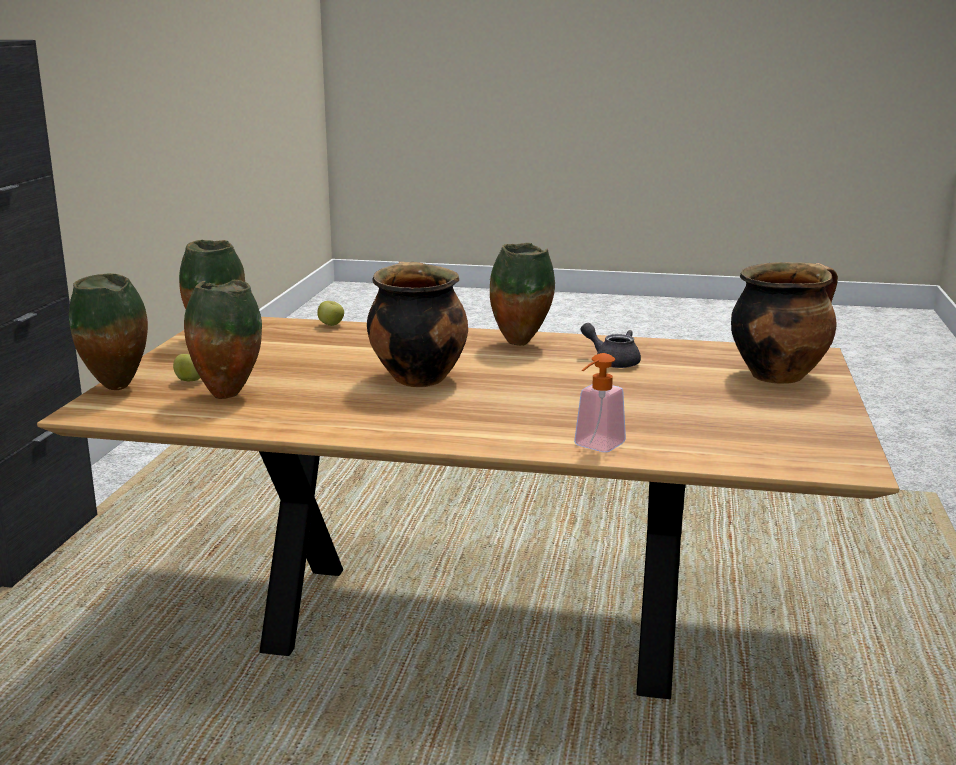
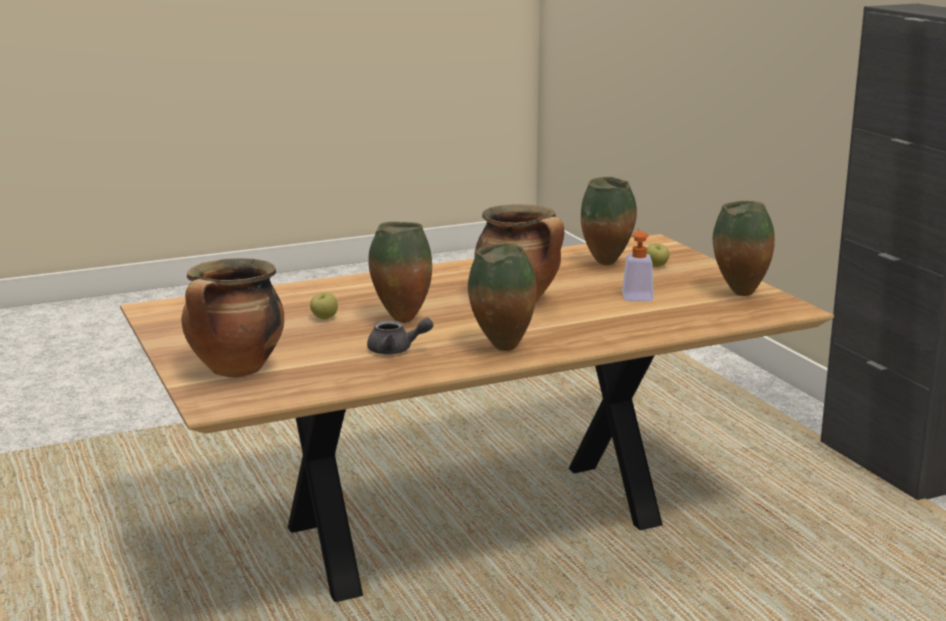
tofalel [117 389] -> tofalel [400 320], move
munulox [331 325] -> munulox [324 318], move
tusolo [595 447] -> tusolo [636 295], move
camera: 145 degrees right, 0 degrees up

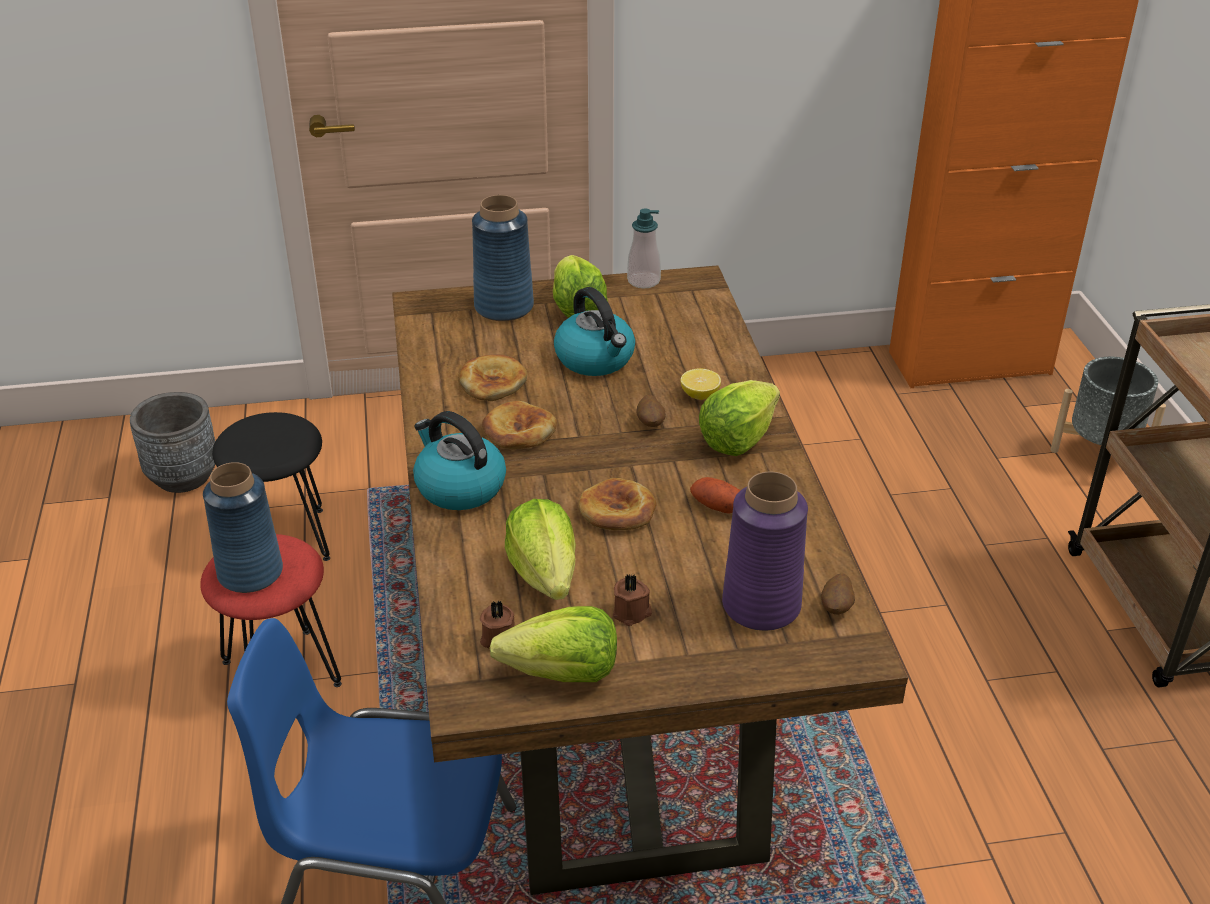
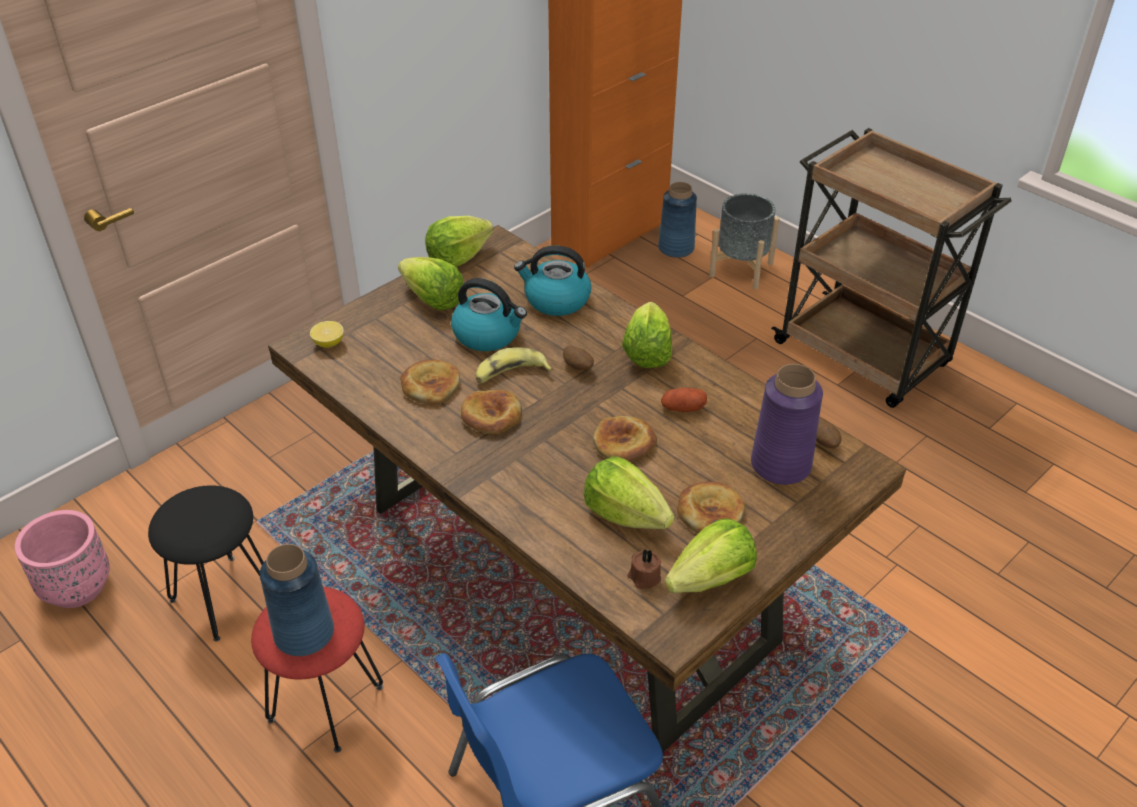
none -> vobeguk [510 374]
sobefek [459 487] -> sobefek [556 300], move
blue_tofalel [503 307] -> blue_tofalel [676 248], move
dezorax [700 395] -> dezorax [329 343], move
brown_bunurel [632 613] -> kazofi [710 512]
tusolo [643 281] -> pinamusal [458 258]
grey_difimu [183 476] -> pink_difimu [77 588]
camera: 35 degrees left, 5 degrees up

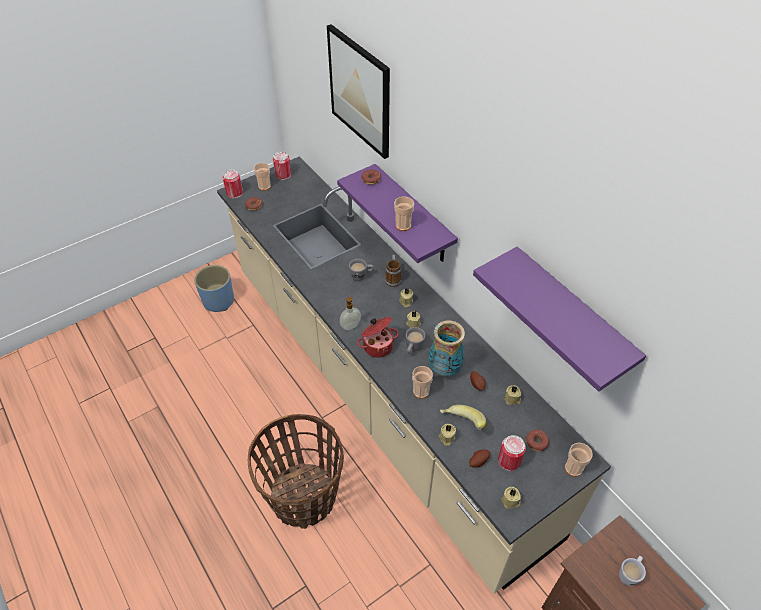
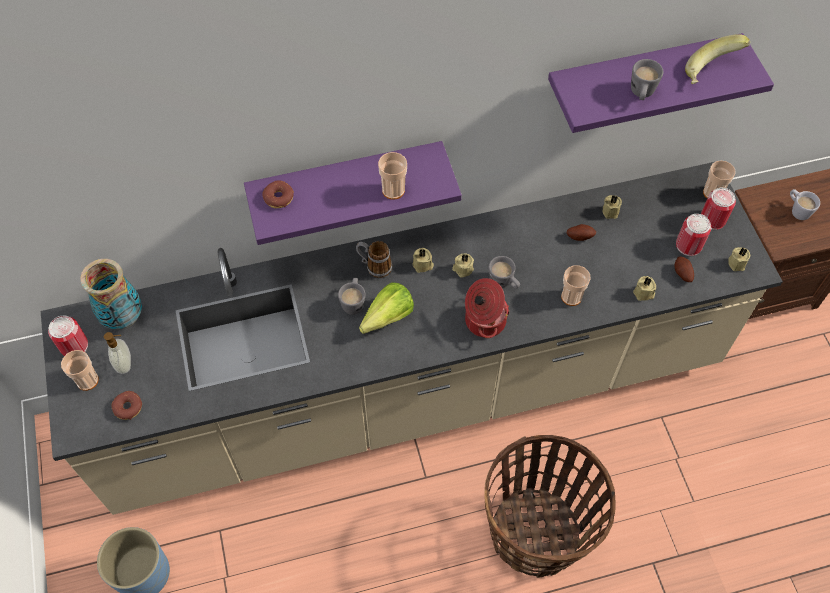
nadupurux [360 91] -> none
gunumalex [536 442] -> none
none -> pinamusal [383 320]
none -> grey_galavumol [641 94]
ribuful [234 193] -> ribuful [713 219], move
tusolo [351 326] -> tusolo [125 364], move
tofalel [444 369] -> tofalel [124 318], move
vobeguk [461 424] -> vobeguk [711 73], move
camera: 70 degrees left, 10 degrees up

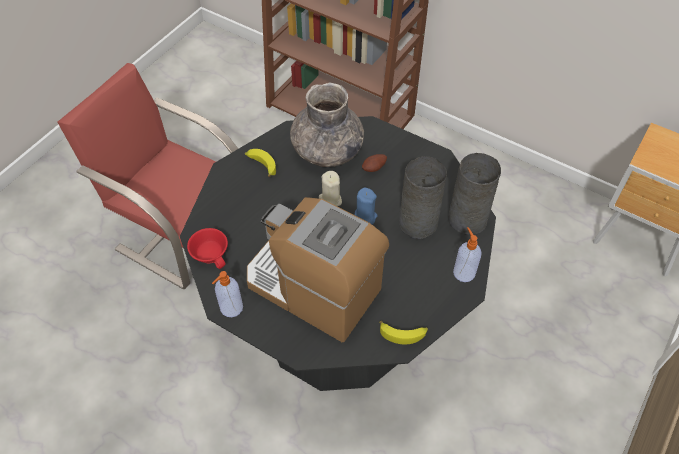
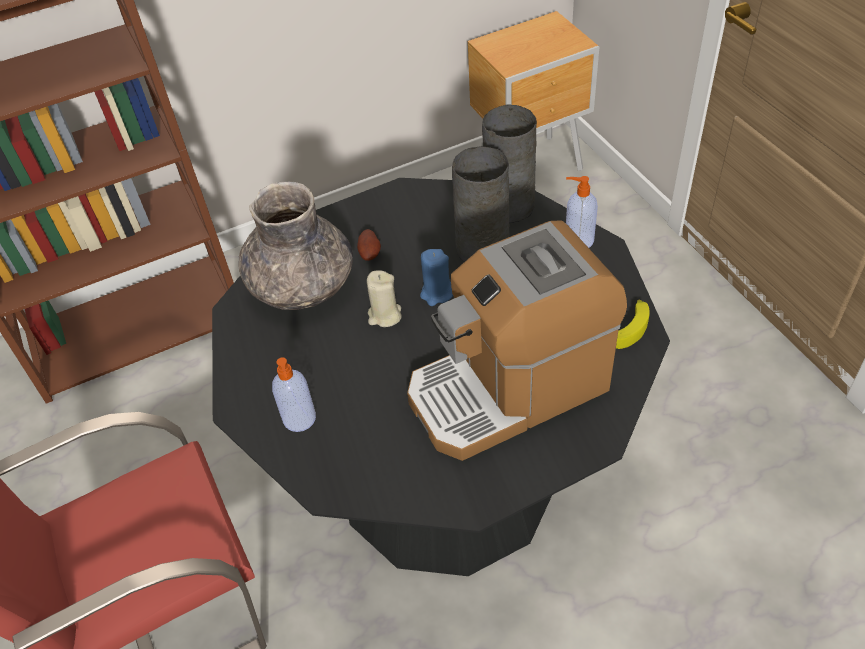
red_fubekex [212 254] -> none
vobeguk [261 165] -> none
tusolo [231 308] -> tusolo [299 419], move
camera: 55 degrees left, 5 degrees down

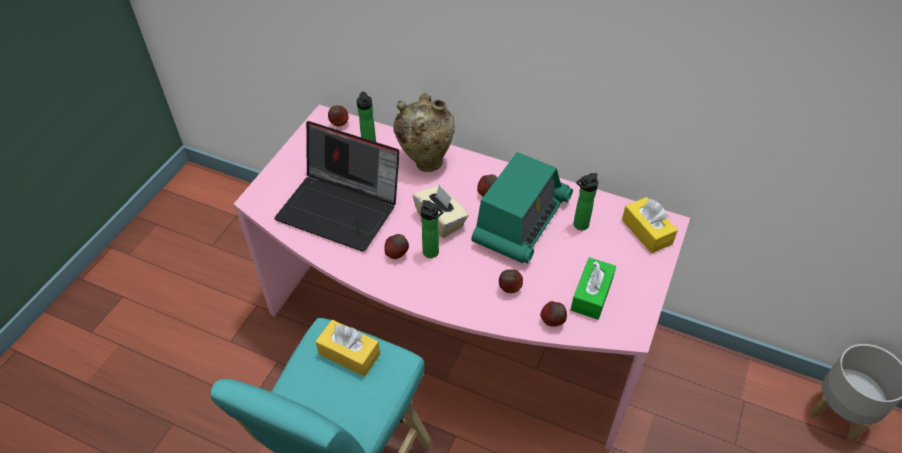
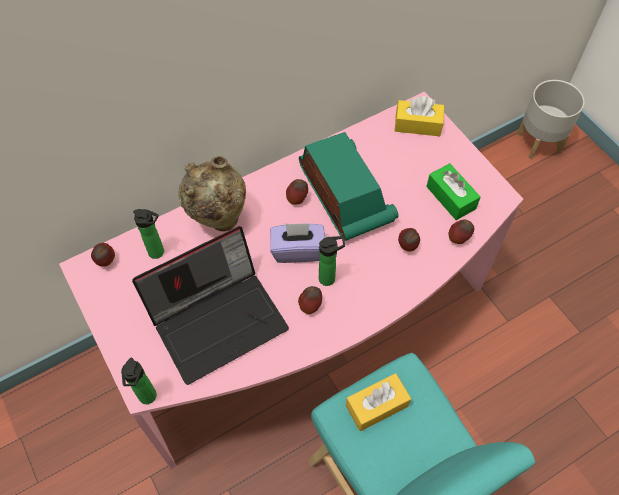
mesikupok [579 226] -> mesikupok [147 398], move
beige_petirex [441 220] -> purple_petirex [298 250]
camera: 55 degrees left, 10 degrees up

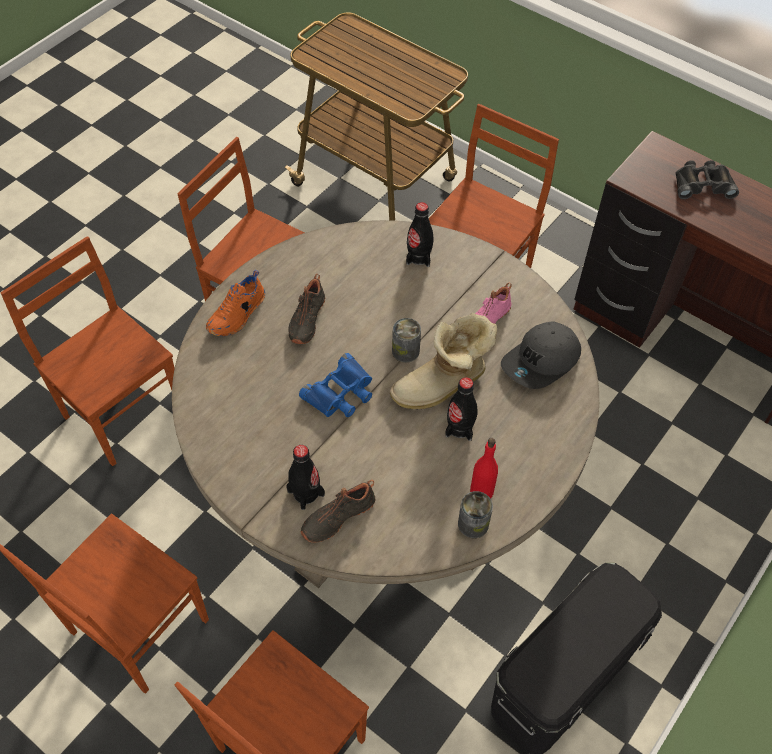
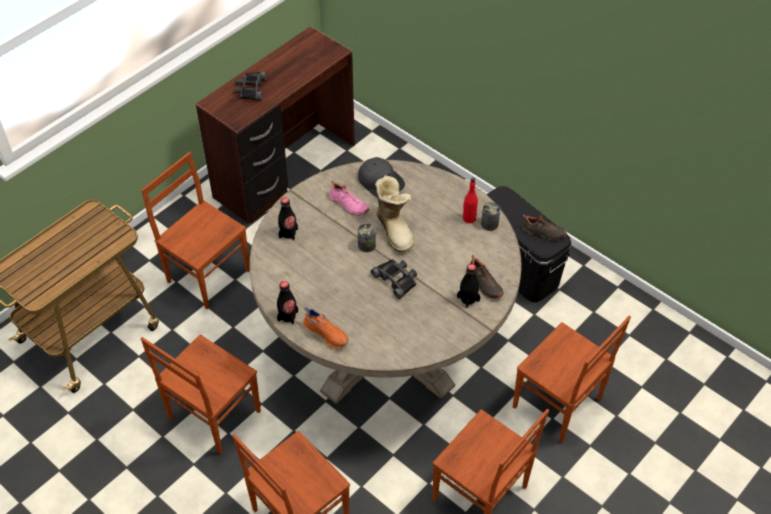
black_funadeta [305 319] -> black_funadeta [543 233], move
black_mesikupok [459 428] -> black_mesikupok [287 316], move
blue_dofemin [341 393] -> black_dofemin [396 279]
camera: 85 degrees left, 5 degrees down

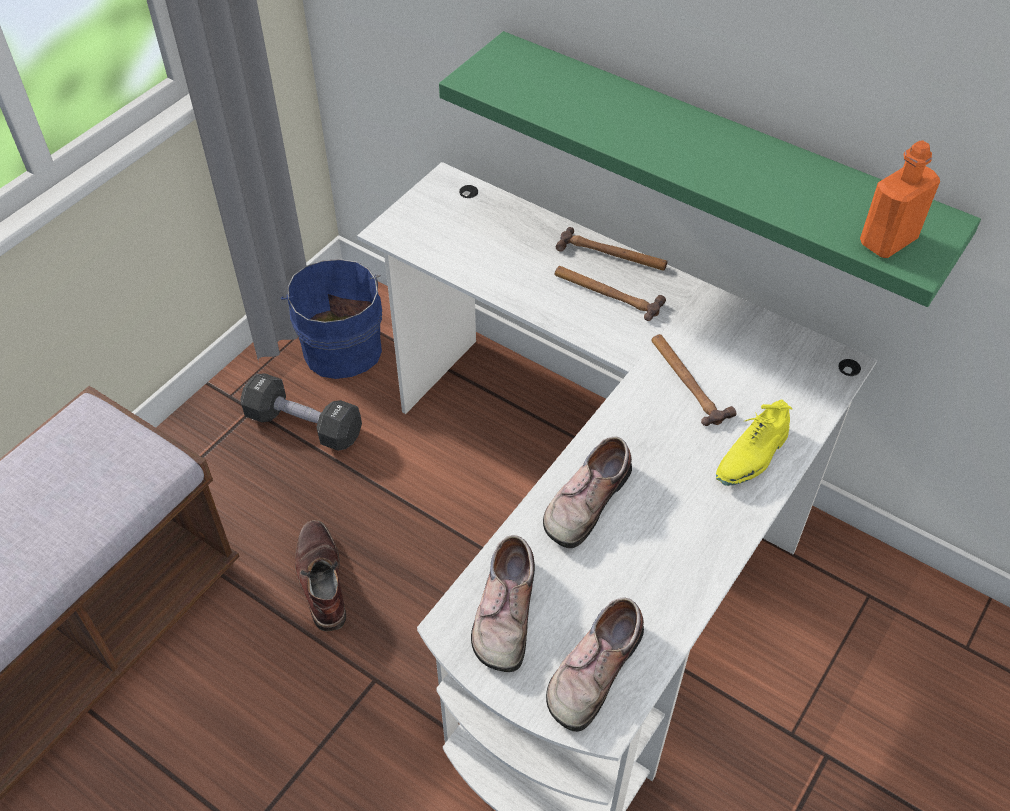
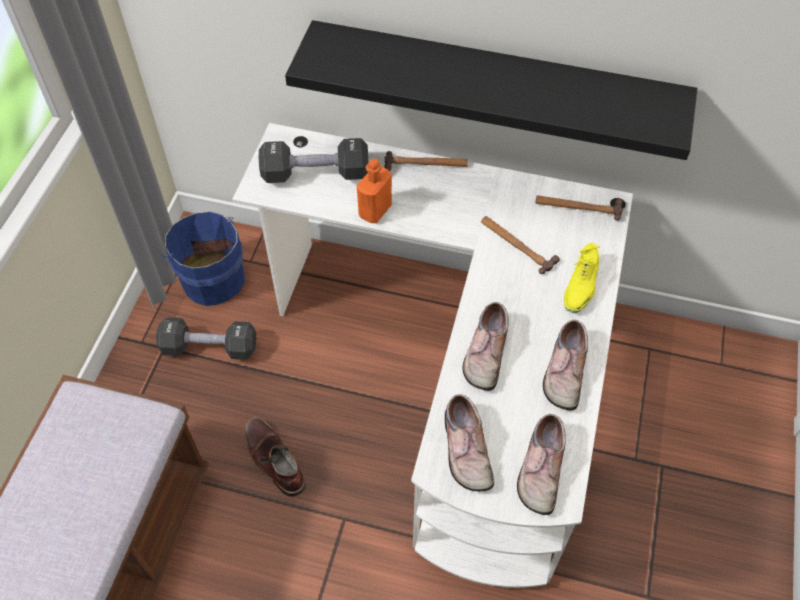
none -> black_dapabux [315 174]
none -> funadeta [563 371]
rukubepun [607 293] -> rukubepun [578 207], move
orange_mesikupok [887 241] -> orange_mesikupok [375 211], move
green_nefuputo [714 157] -> black_nefuputo [495 81]
camera: 20 degrees left, 5 degrees up

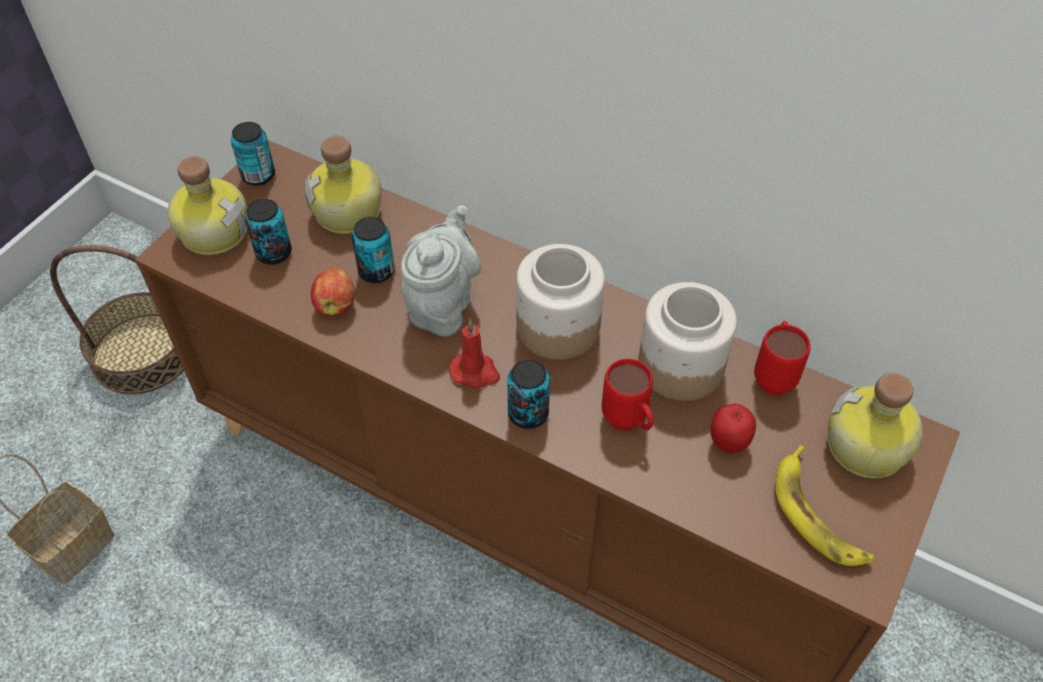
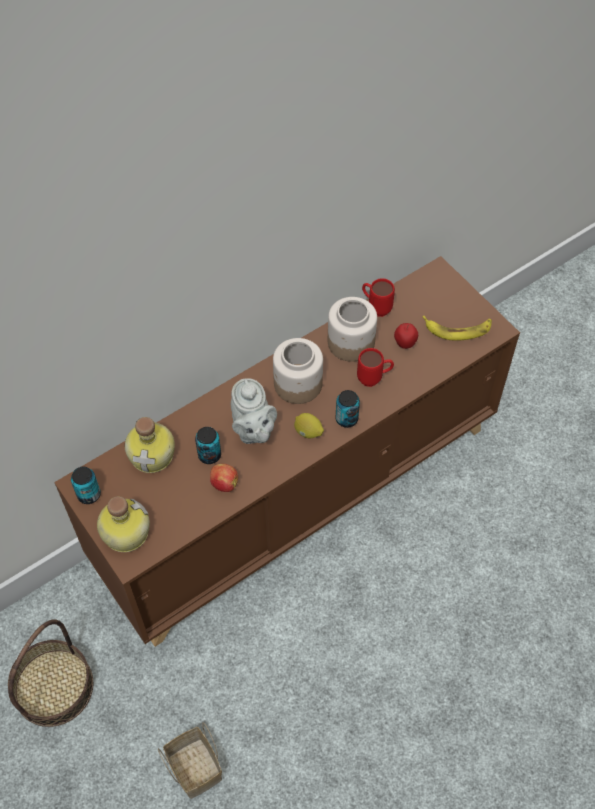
ribuful [274 253] -> none
mesikupok [866 449] -> none
red_bunurel [475 372] -> dezorax [308 432]
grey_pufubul [443 305] -> grey_pufubul [253 431], 150 degrees counterclockwise
camera: 65 degrees left, 5 degrees up

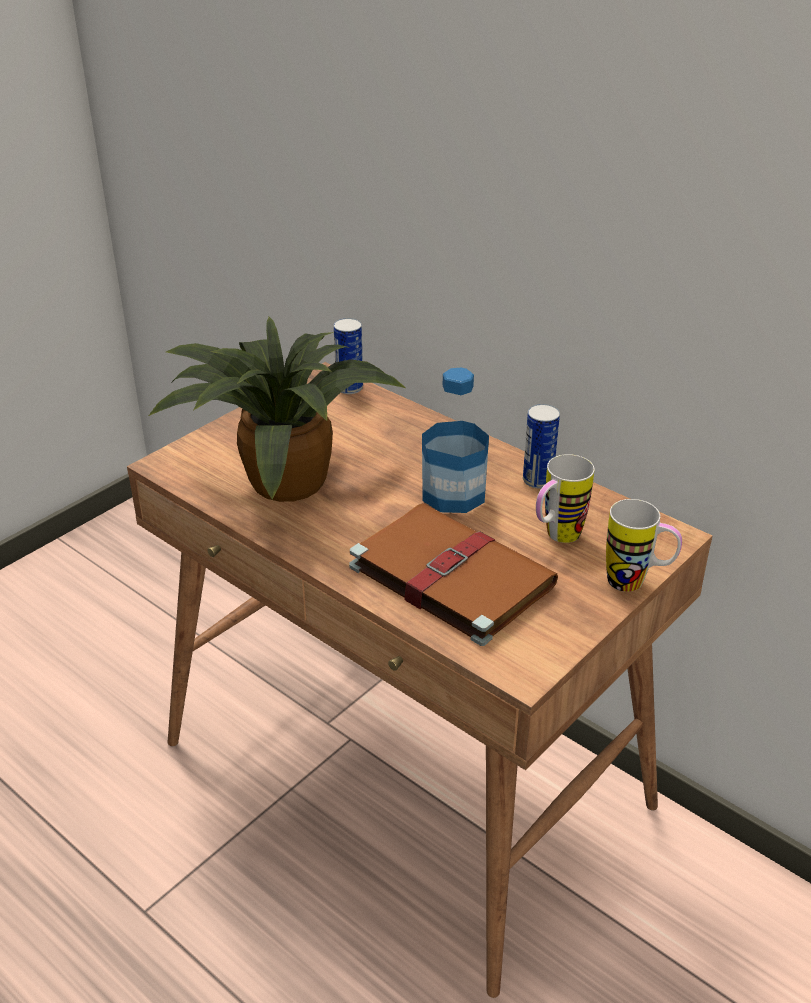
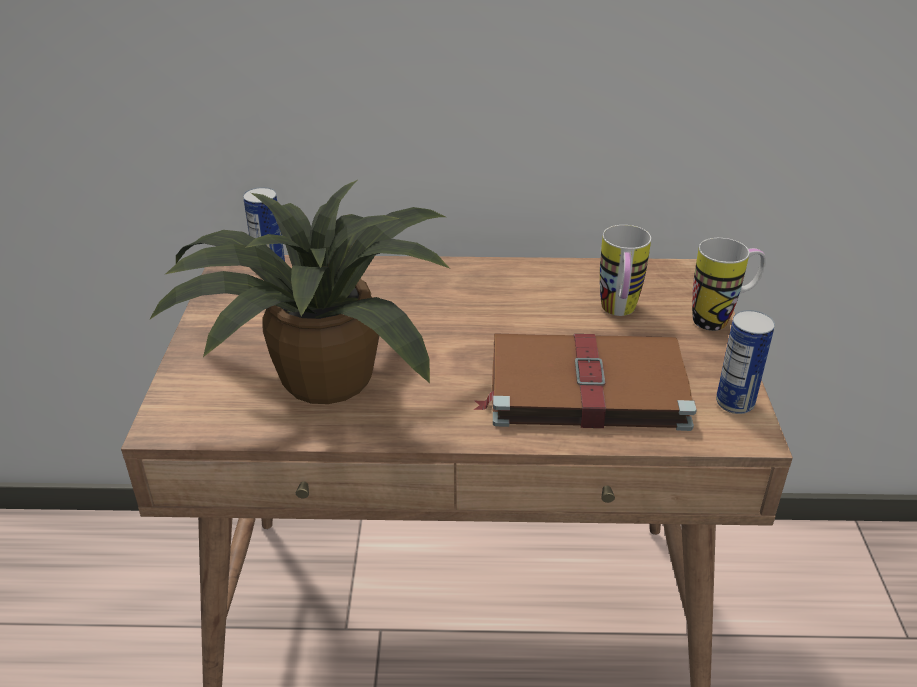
mesikupok [453 494] -> none
ribuful [538 480] -> ribuful [734 403], move
camera: 40 degrees left, 0 degrees up

